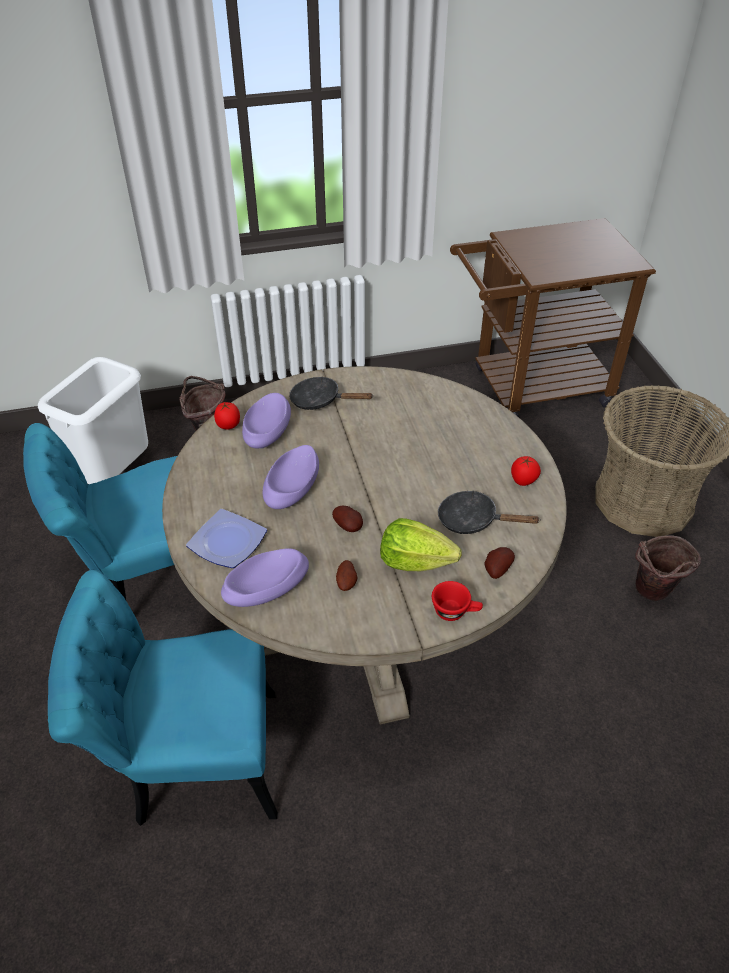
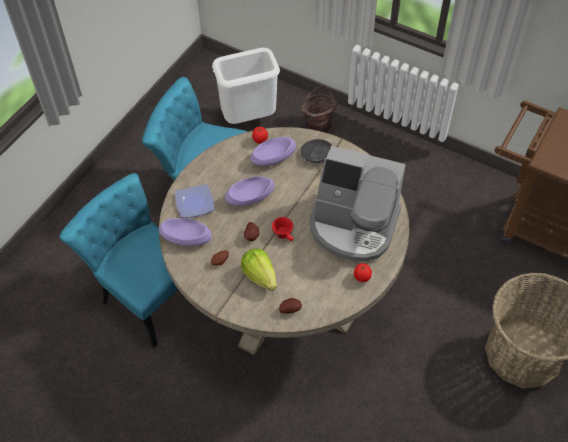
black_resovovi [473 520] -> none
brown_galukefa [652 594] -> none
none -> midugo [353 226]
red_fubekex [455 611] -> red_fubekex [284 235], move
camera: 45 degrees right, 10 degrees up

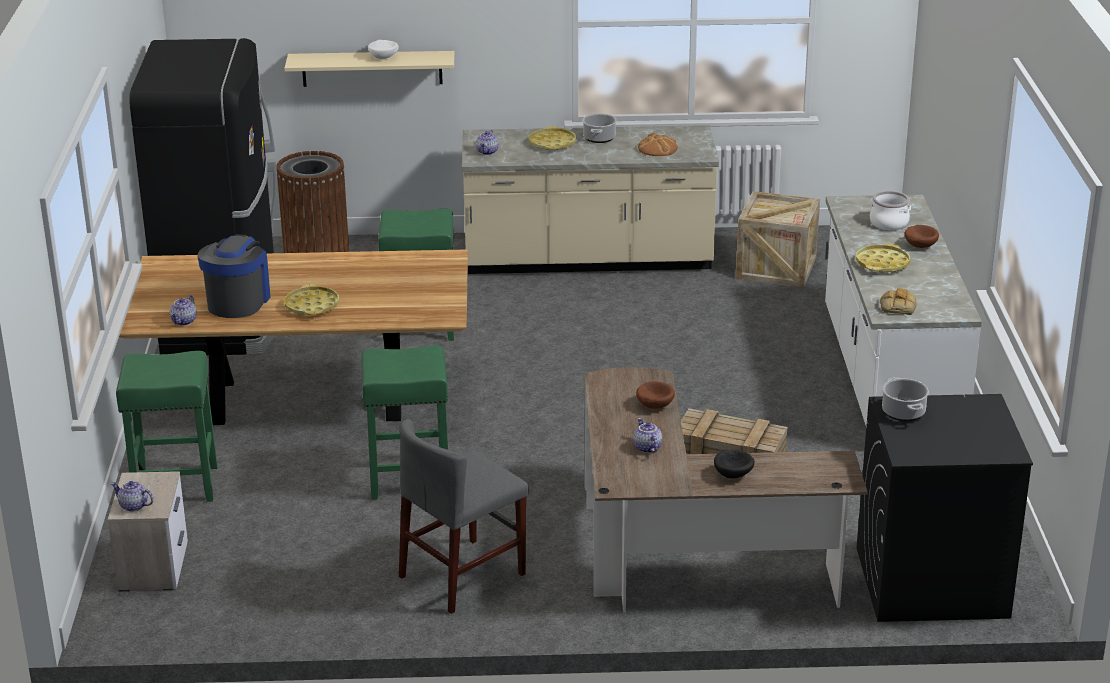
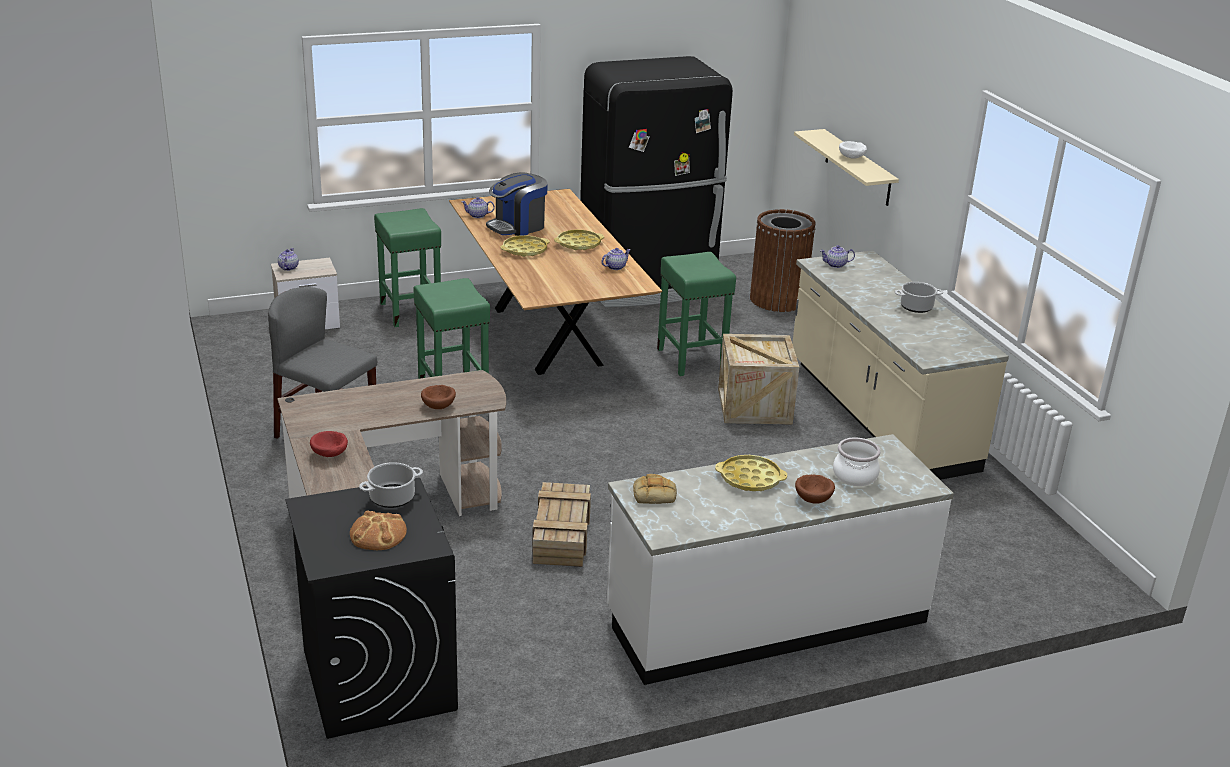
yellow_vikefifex [552 143] -> yellow_vikefifex [578 244], move
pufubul [646 447] -> pufubul [615 267], move
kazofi [657 148] -> kazofi [378 534], move
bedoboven [776 268] -> bedoboven [754 406], move
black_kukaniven [734 474] -> red_kukaniven [330 455]
midugo [238 301] -> midugo [517 226], 150 degrees clockwise
camera: 70 degrees right, 0 degrees up

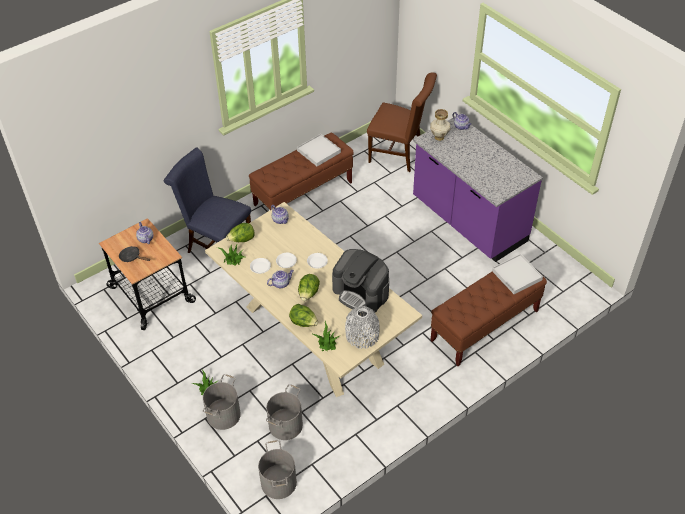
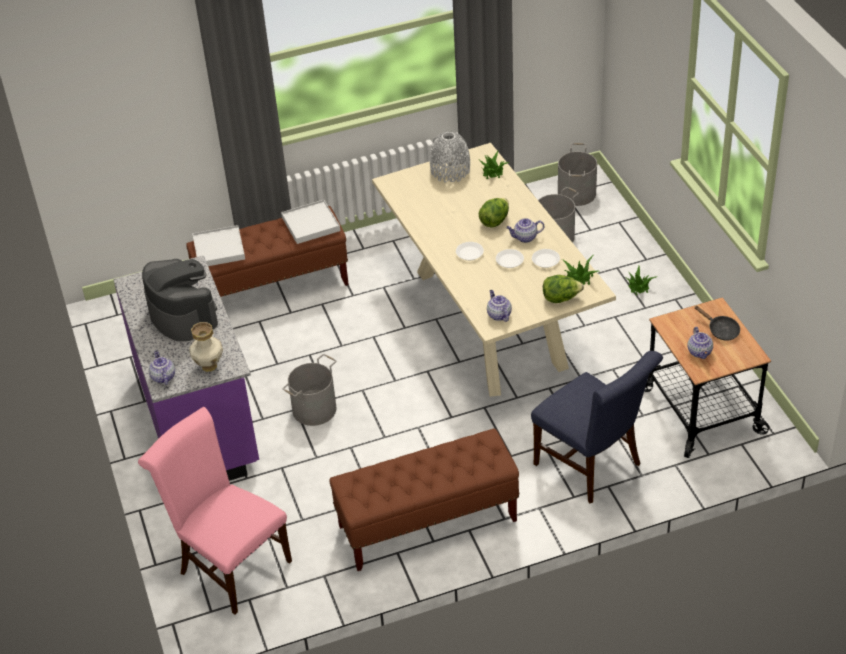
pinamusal [303 323] -> none
grey_galukefa [223 415] -> grey_galukefa [315 409], move
white_vikefifex [319 151] -> white_vikefifex [310 224], move
midugo [361 292] -> midugo [183 315], move
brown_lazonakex [399 154] -> pink_lazonakex [230 564]
camera: 160 degrees left, 5 degrees down

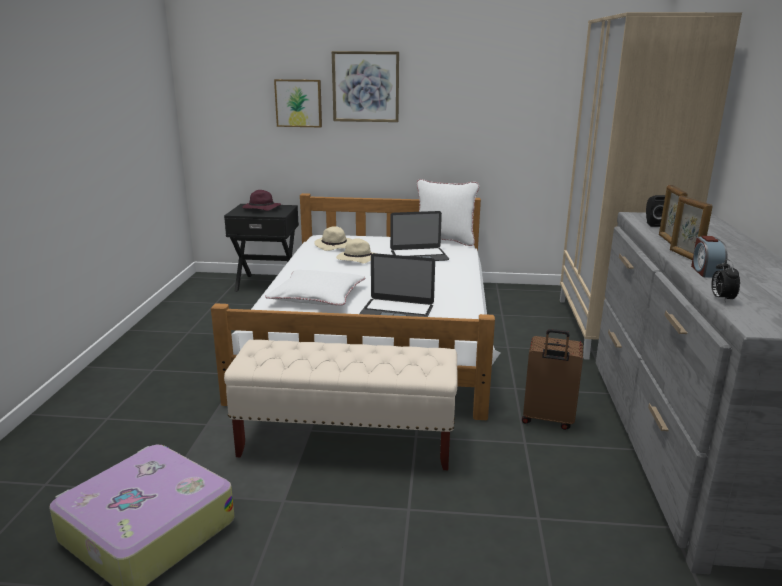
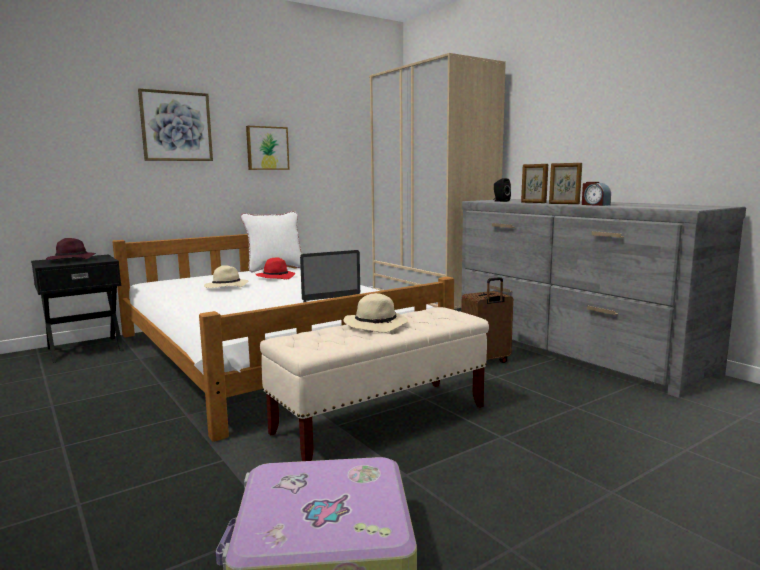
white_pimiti [317 296] -> none
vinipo [721 299] -> none
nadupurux [299 103] -> nadupurux [267 148], move
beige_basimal [335 246] -> beige_basimal [377 325], move
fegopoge [419 255] -> red_basimal [276 277]
camera: 40 degrees left, 10 degrees down

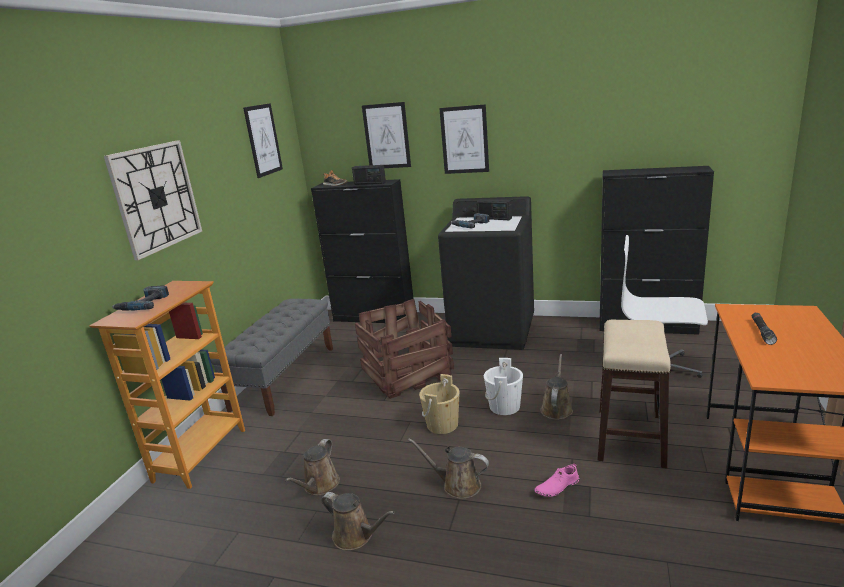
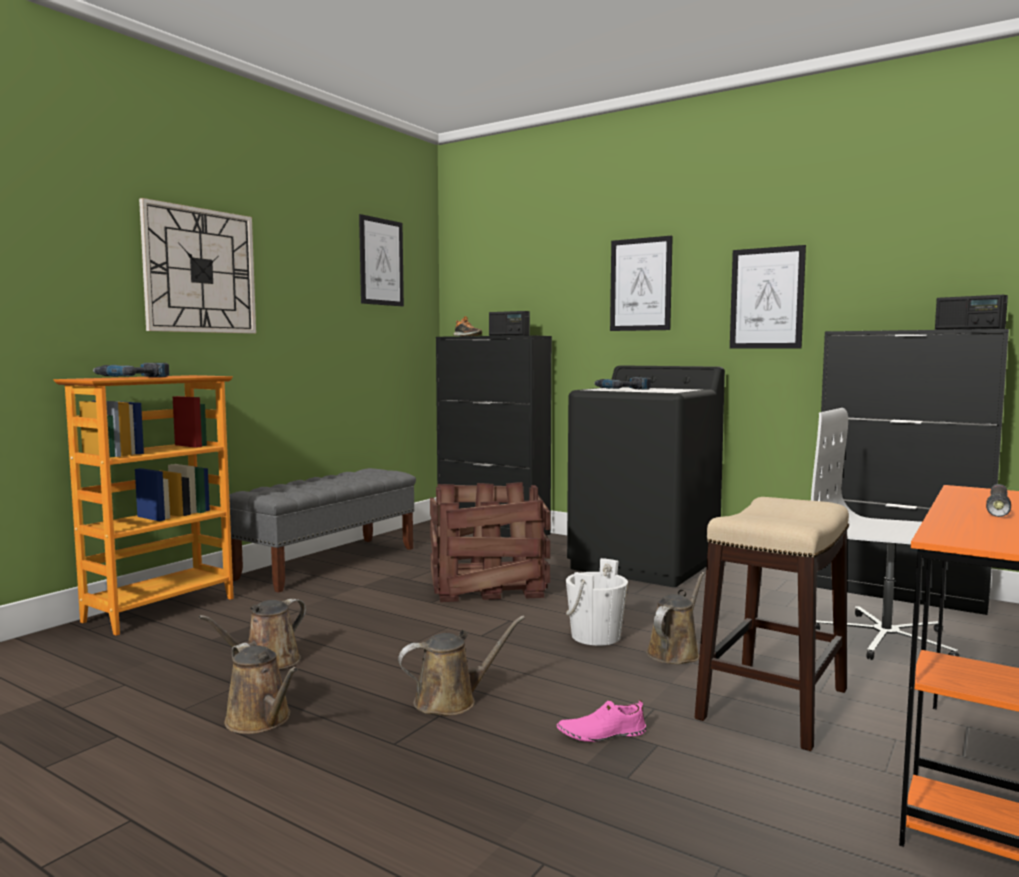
beige_galukefa [442 424] -> none
nadupurux [386 136] -> nadupurux [766 298], move
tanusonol [494 218] -> tanusonol [969 329], move
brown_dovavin [457 485] -> brown_dovavin [451 701], 120 degrees clockwise
camera: 15 degrees right, 15 degrees down

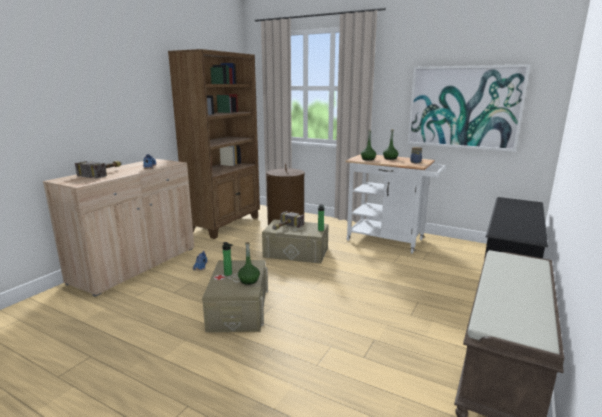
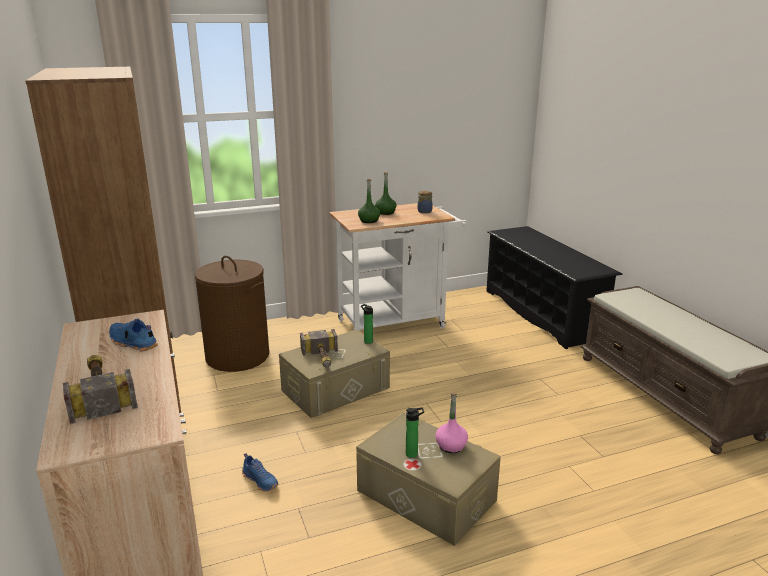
nadupurux [463 107] -> none
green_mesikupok [249 280] -> pink_mesikupok [451 446]
camera: 50 degrees left, 5 degrees up

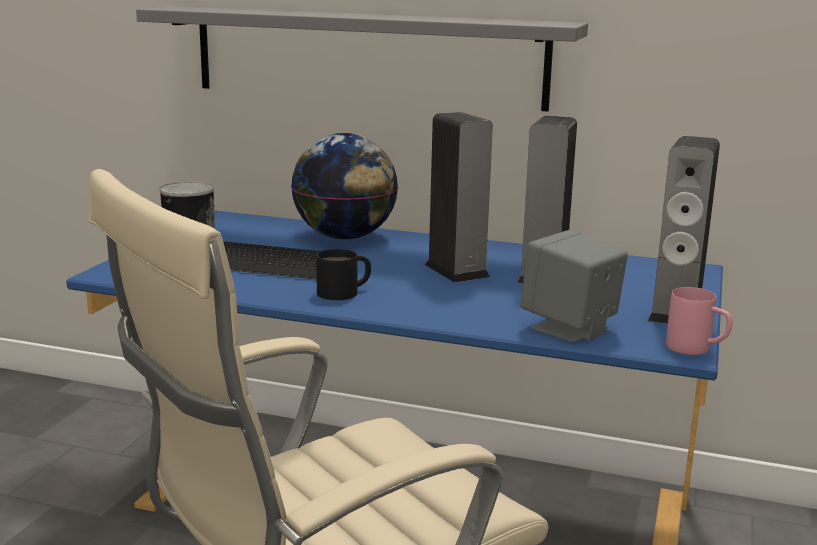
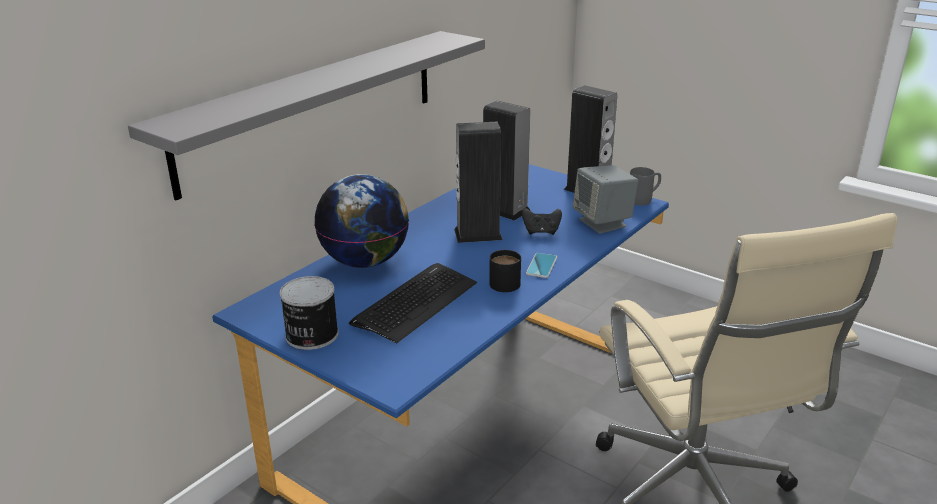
none -> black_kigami [541 232]
none -> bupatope [541 266]
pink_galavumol [697 350] -> grey_galavumol [644 199]
camera: 70 degrees left, 10 degrees up

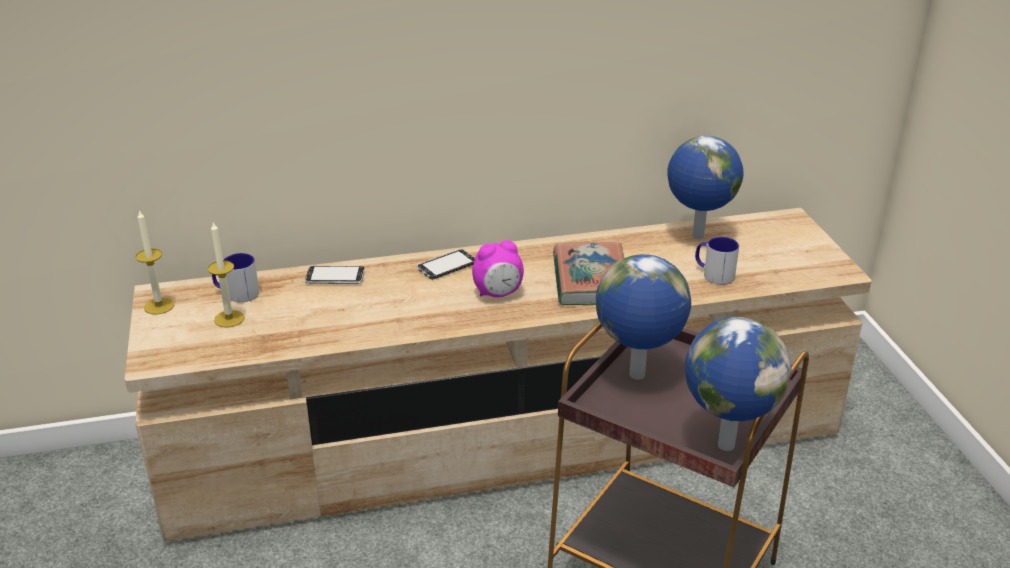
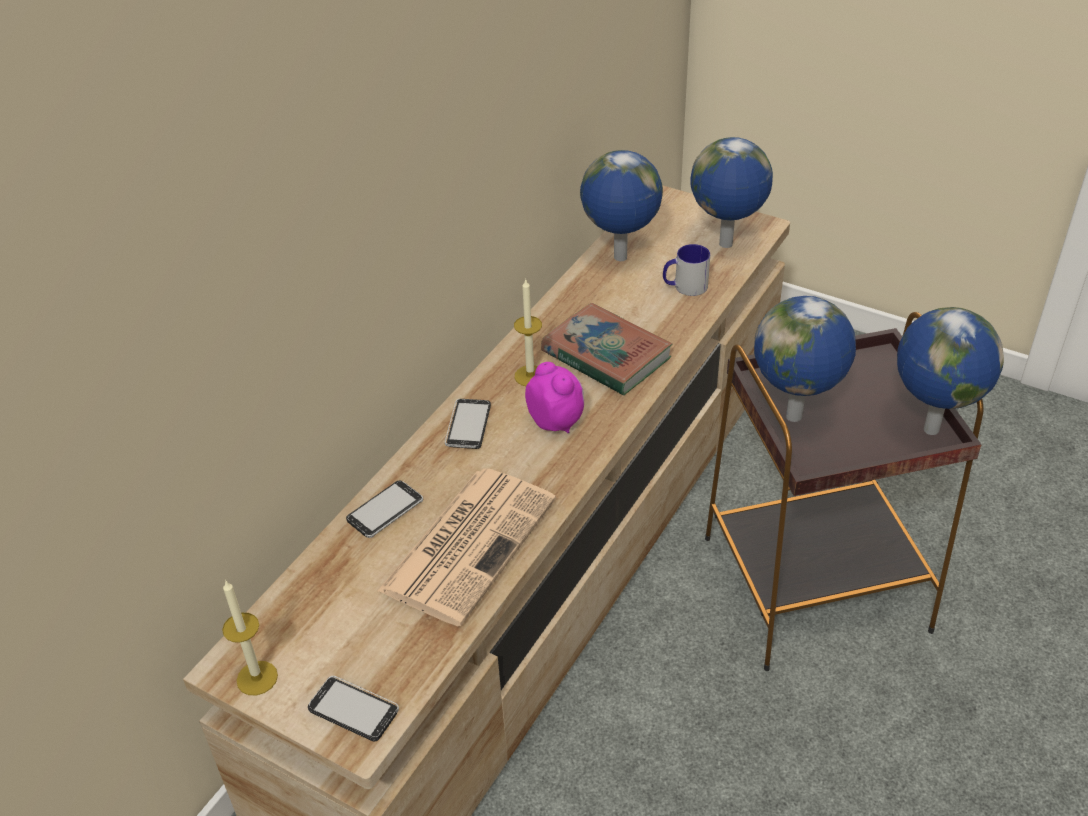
galavumol [237 293] -> none
none -> bupatope [353 710]
none -> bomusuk [469 542]
none -> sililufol [726 245]
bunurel [229 319] -> bunurel [530 376], move
vinipo [498 294] -> vinipo [556 421], 60 degrees counterclockwise
camera: 45 degrees left, 10 degrees up

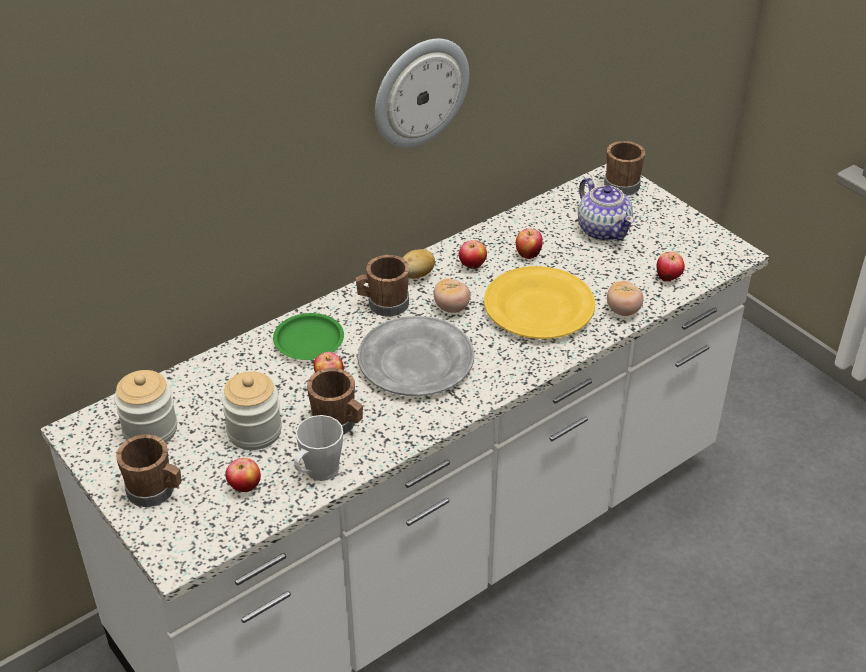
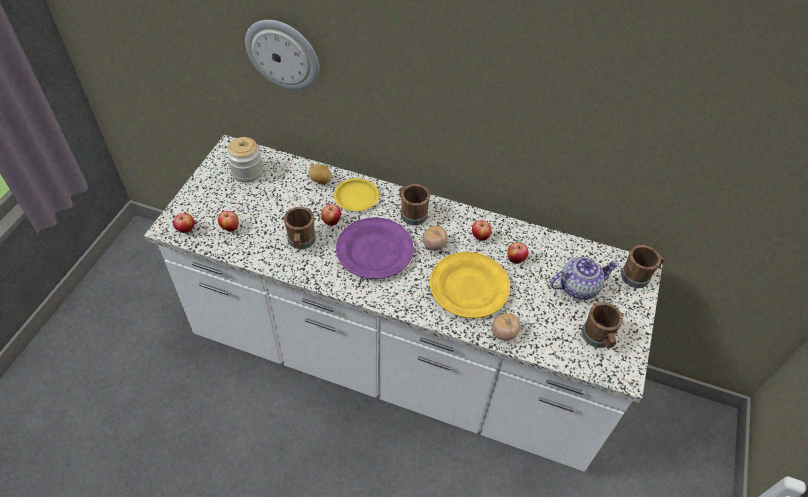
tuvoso [254 431] -> none
grey_galavumol [318 472] -> none
brown_galavumol [155 491] -> brown_galavumol [598 338], move
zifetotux [420 92] -> zifetotux [283 54], move
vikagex [417 275] -> vikagex [321 181], move
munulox [668 278] -> munulox [186 230], move
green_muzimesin [309 341] -> yellow_muzimesin [356 197]
grey_muzimesin [416 362] -> purple_muzimesin [374 251]
pufubul [603 230] -> pufubul [577 287], 135 degrees counterclockwise
camera: 55 degrees right, 10 degrees up

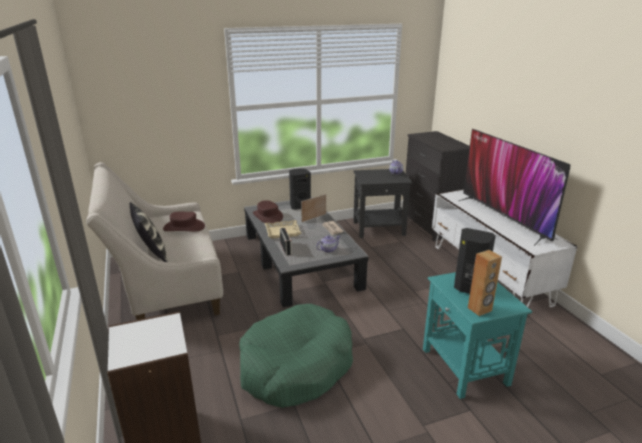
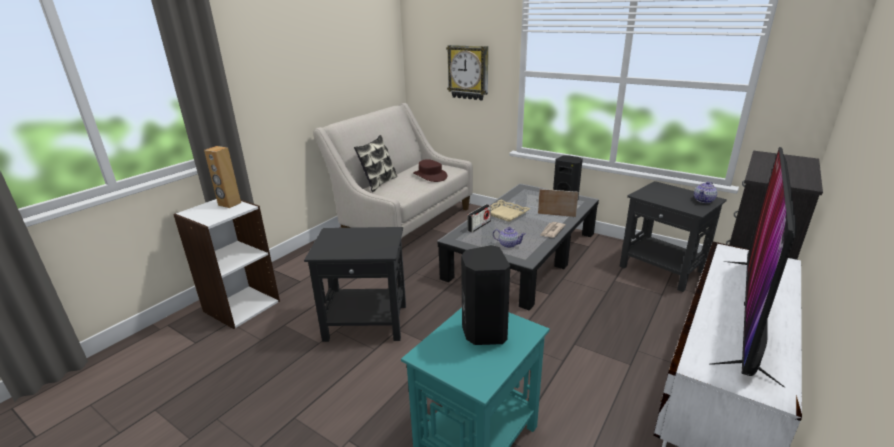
brown_basimal [268 216] -> none
none -> zifetotux [468 72]
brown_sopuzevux [479 309] -> brown_sopuzevux [229 204], move
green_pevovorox [296 366] -> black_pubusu [367 322]
camera: 55 degrees right, 0 degrees up

